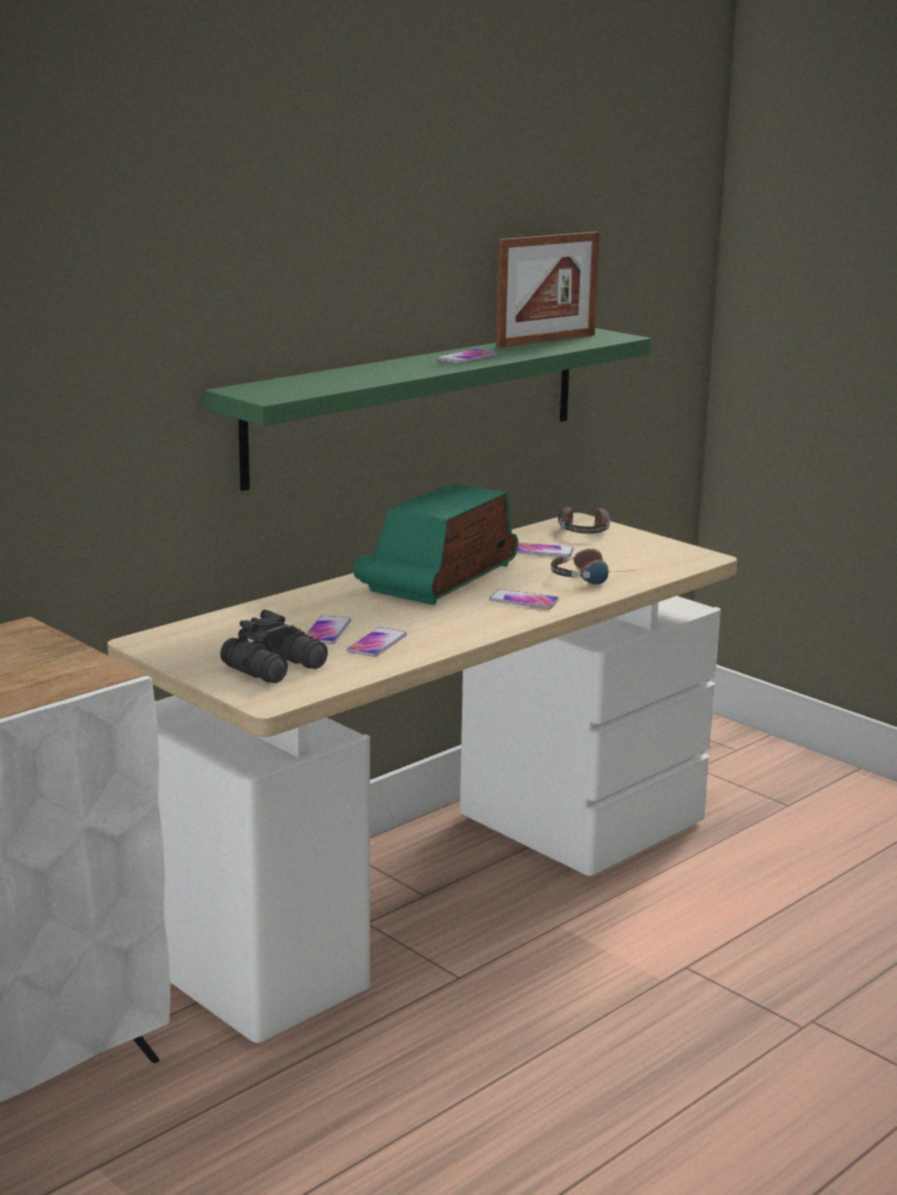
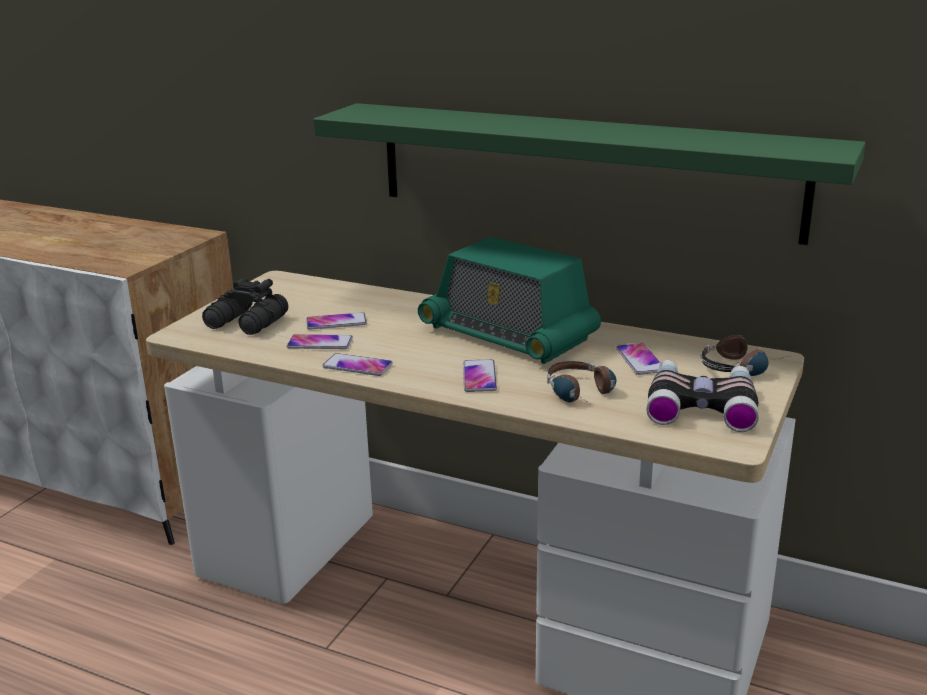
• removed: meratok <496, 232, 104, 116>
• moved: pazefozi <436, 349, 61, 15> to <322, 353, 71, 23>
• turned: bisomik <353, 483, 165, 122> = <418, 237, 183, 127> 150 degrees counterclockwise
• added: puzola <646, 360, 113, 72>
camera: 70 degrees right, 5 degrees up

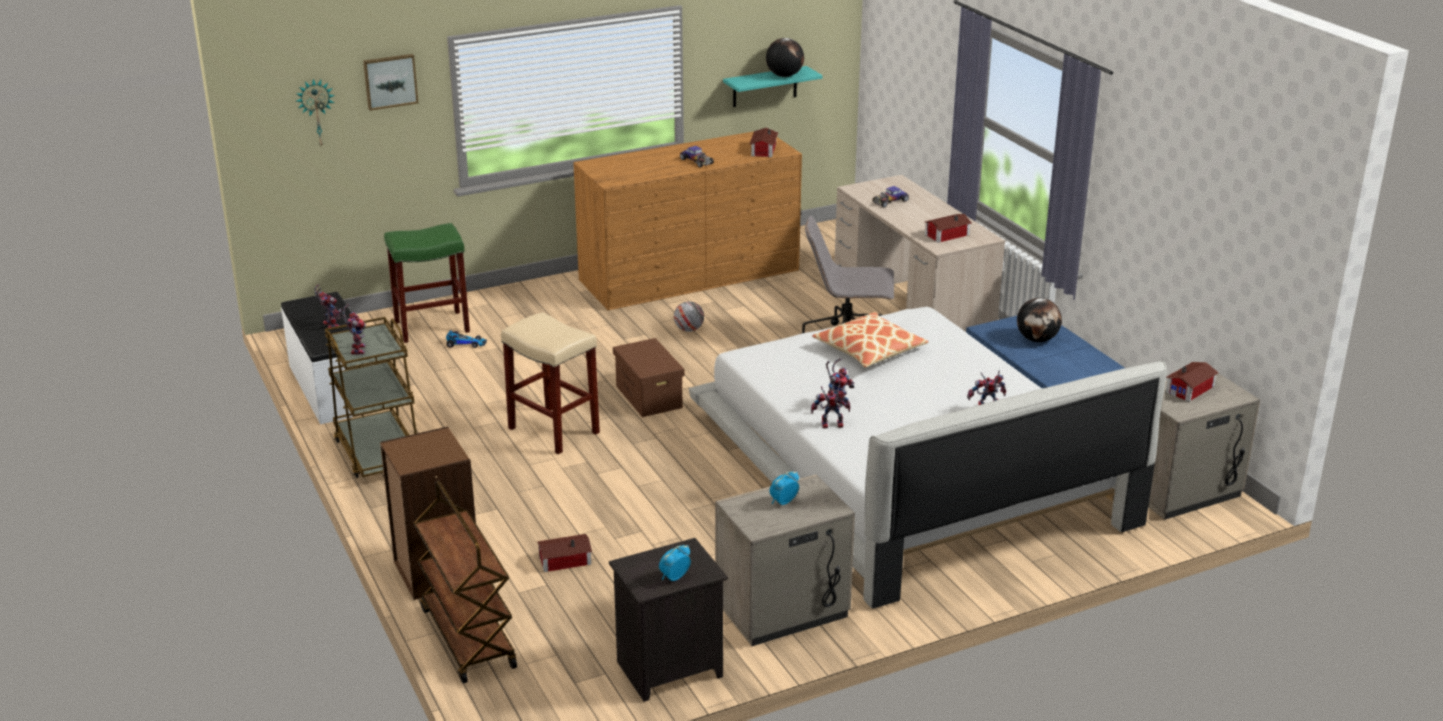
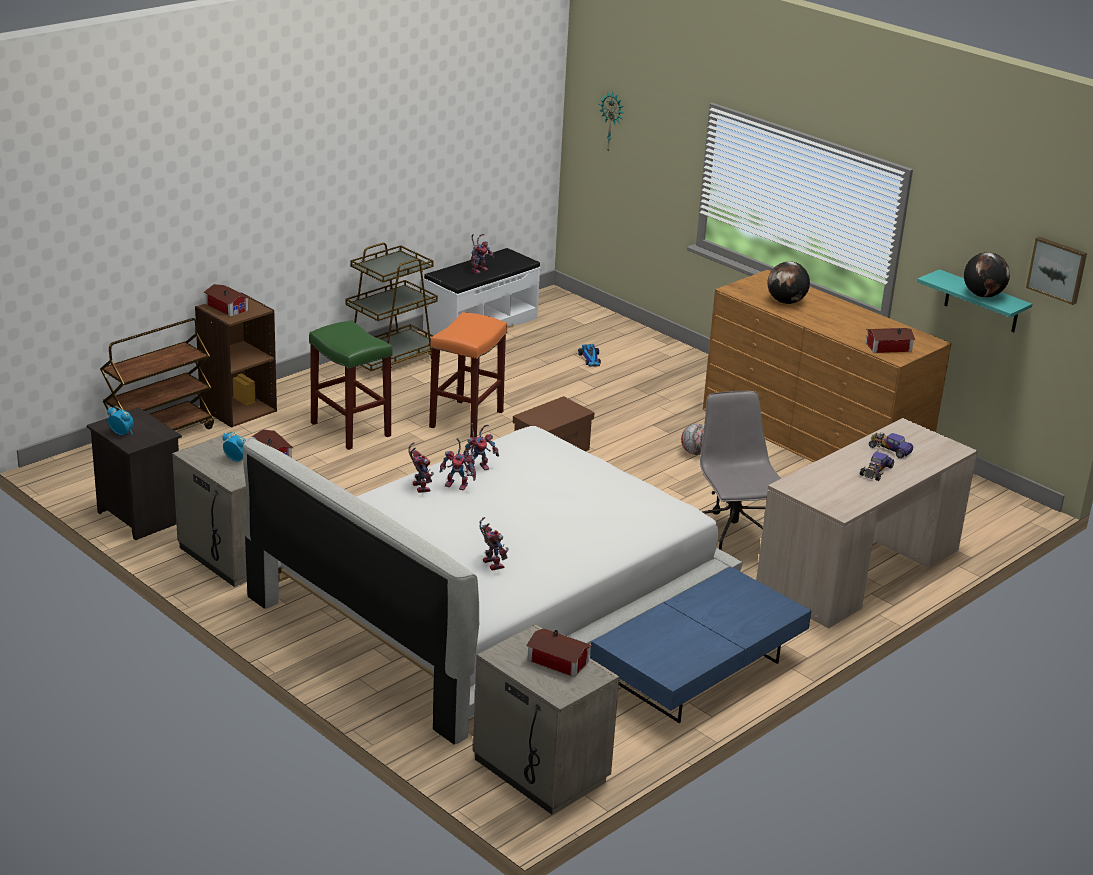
• moved: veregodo <363, 54, 55, 57> to <1026, 237, 61, 68>
• moved: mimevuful <680, 146, 34, 21> to <860, 452, 34, 29>
• moved: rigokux <925, 214, 47, 29> to <204, 284, 46, 33>
• moved: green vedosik <384, 223, 86, 120> to <309, 321, 84, 129>
• moved: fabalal <1017, 298, 45, 44> to <767, 261, 43, 43>
• moved: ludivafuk <340, 304, 26, 51> to <463, 423, 36, 49>
• recoloured: beige vedosik <501, 312, 99, 142> to orange vedosik <429, 312, 78, 126>
• removed: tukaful <812, 312, 117, 56>
camera: 70 degrees right, 0 degrees up

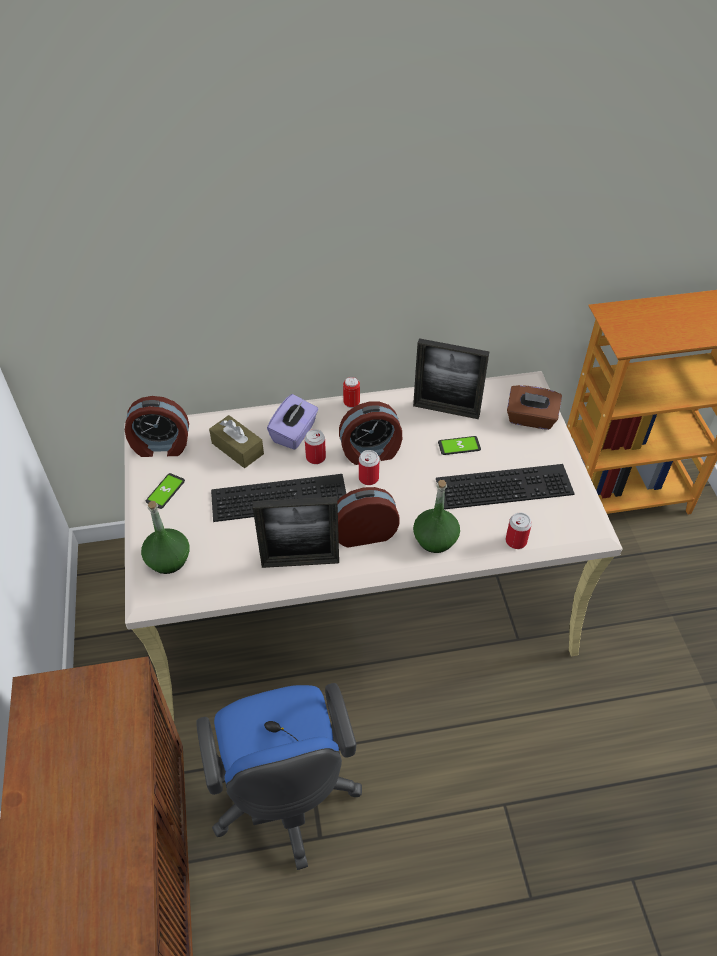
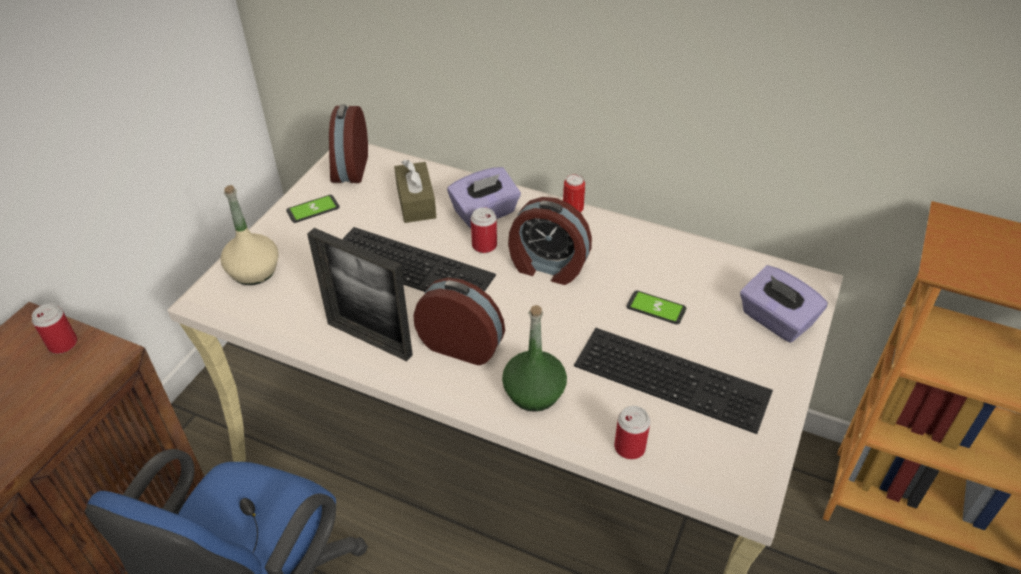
• removed: meratok <413, 338, 77, 81>
• recoloured: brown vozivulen <507, 385, 55, 45> to purple vozivulen <740, 265, 88, 78>
• turned: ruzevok <125, 396, 64, 61> = <329, 105, 39, 78> 60 degrees clockwise
• moved: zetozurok <359, 450, 21, 35> to <32, 304, 45, 50>
• recoloured: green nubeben <141, 501, 49, 73> to beige nubeben <221, 185, 58, 100>
camera: 35 degrees right, 5 degrees down

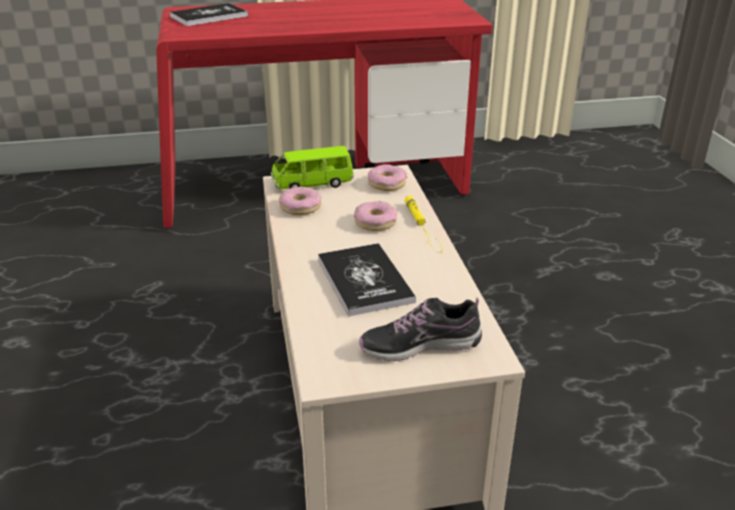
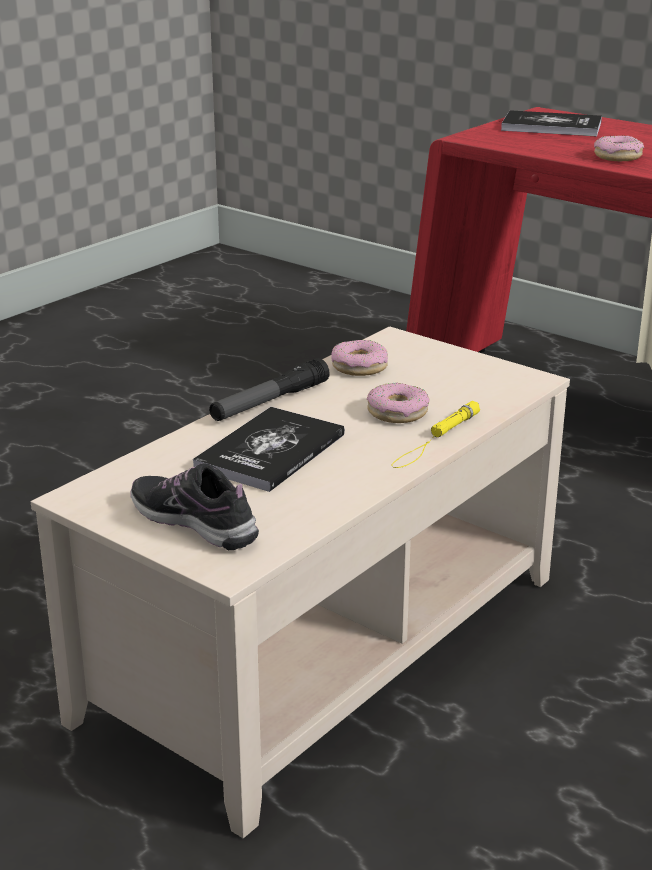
• removed: green mimevuful <271, 146, 83, 43>
• moved: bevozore <368, 164, 39, 27> to <594, 135, 50, 26>
• added: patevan <209, 358, 121, 63>
camera: 50 degrees right, 5 degrees down

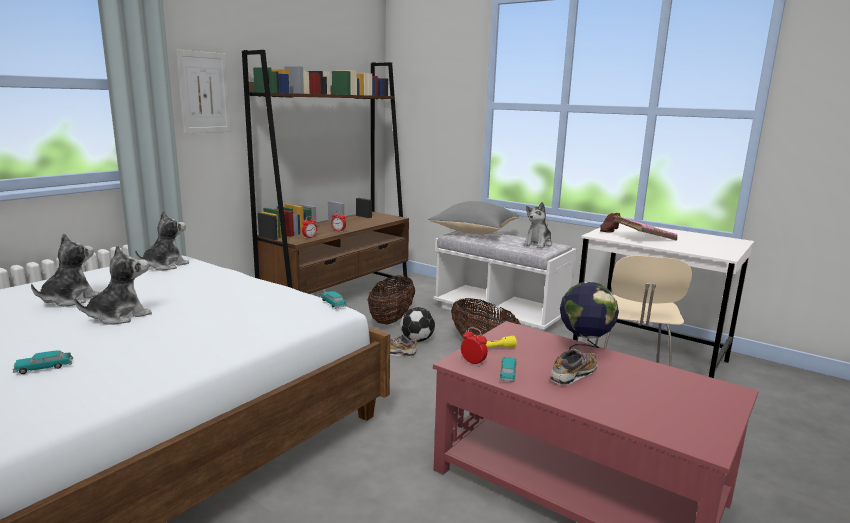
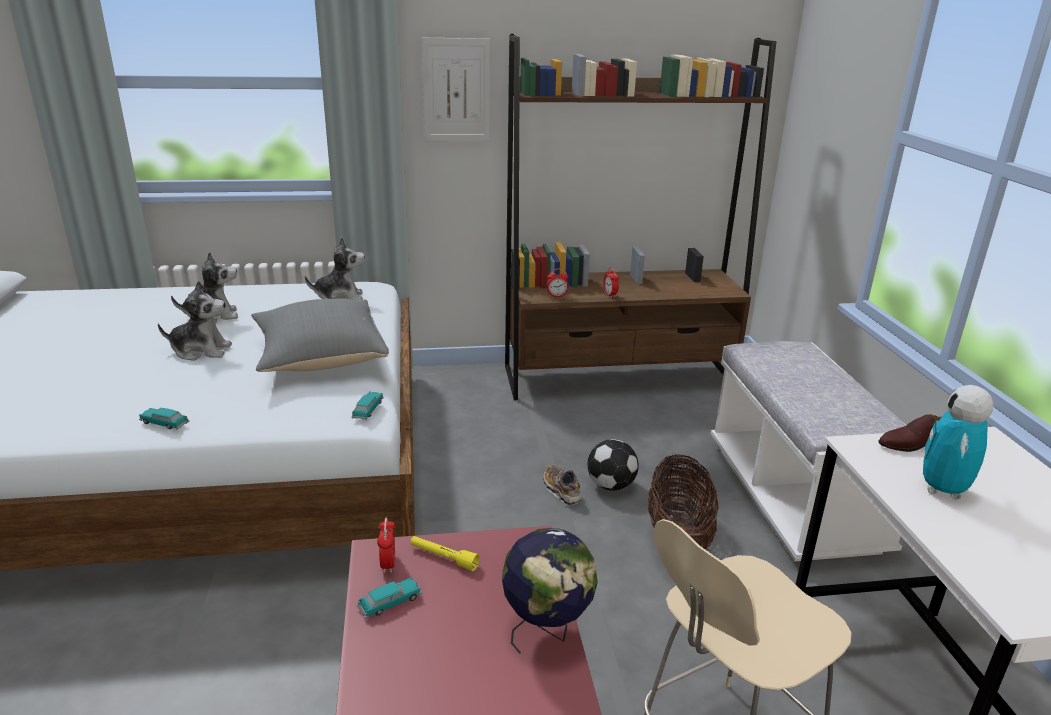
• moved: grey tukaful <428, 201, 92, 33> to <251, 299, 138, 73>
• removed: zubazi <523, 202, 29, 46>
• replaced: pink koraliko <614, 215, 63, 26> to ludivafuk <923, 385, 70, 115>
• removed: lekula <368, 276, 47, 48>
• removed: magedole <550, 349, 48, 36>
• moved: mimevuful <12, 350, 62, 24> to <139, 408, 51, 22>
camera: 45 degrees right, 10 degrees up

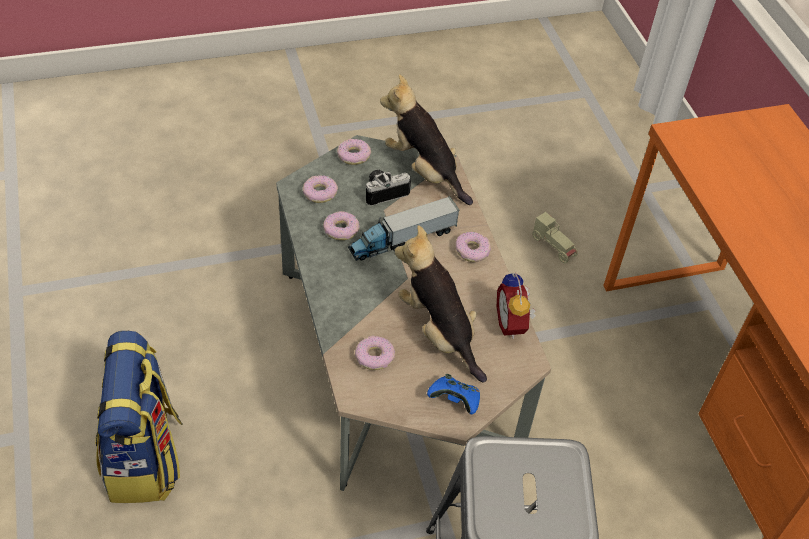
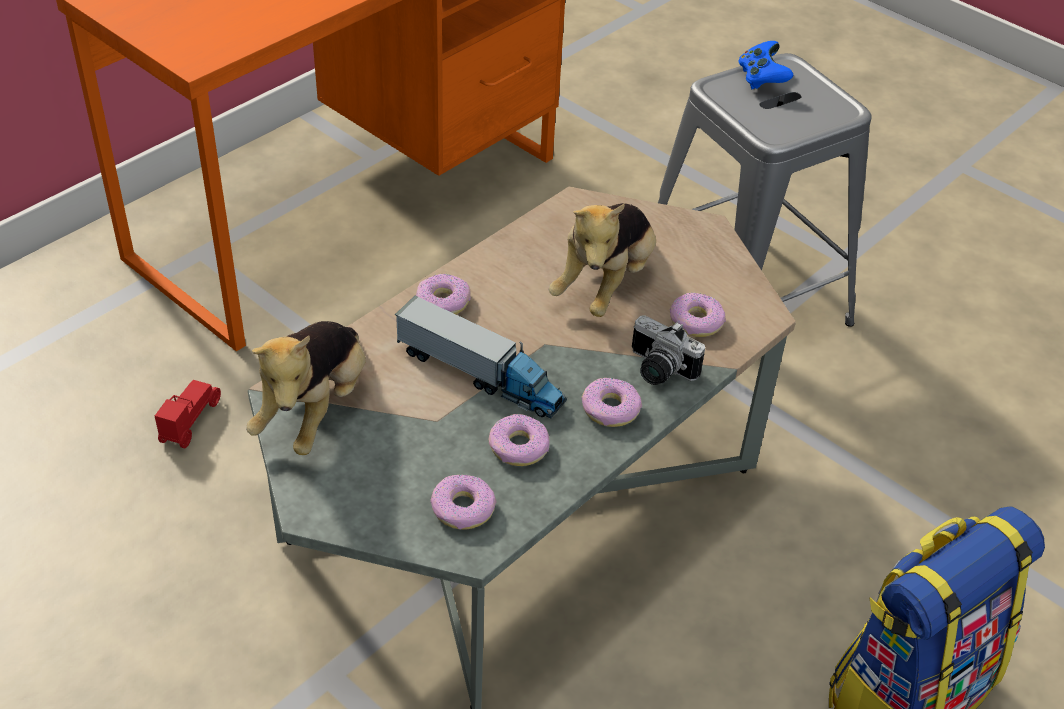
• moved: bevozore <337, 139, 34, 26> to <582, 378, 60, 49>
• moved: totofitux <366, 169, 45, 37> to <632, 315, 73, 70>
• recoloured: beige mimevuful <532, 212, 46, 51> to red mimevuful <155, 380, 66, 68>
• removed: ruzevok <497, 272, 39, 67>
• moved: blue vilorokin <427, 374, 53, 40> to <739, 41, 54, 48>
camera: 120 degrees left, 5 degrees down

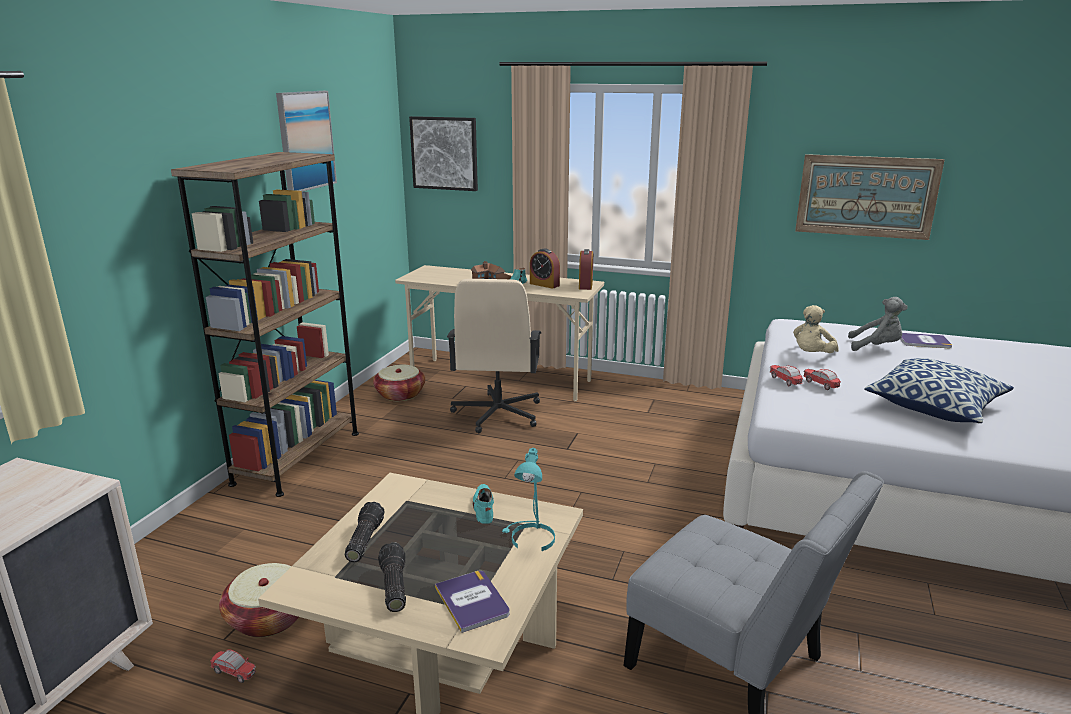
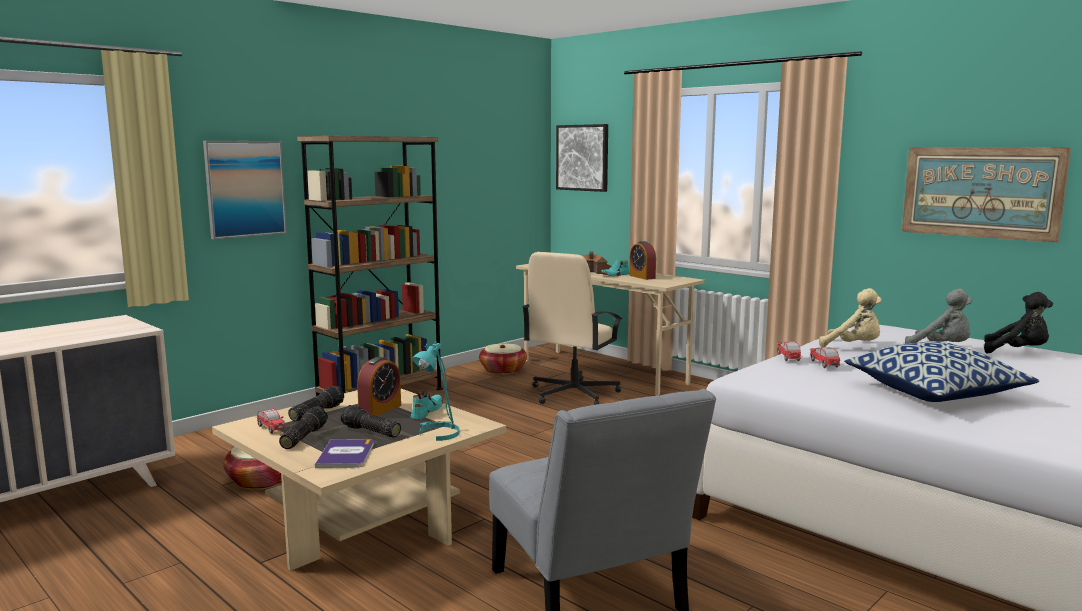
• moved: veregodo <276, 91, 61, 100> to <203, 141, 84, 98>
• moved: ruzevok <579, 249, 14, 41> to <357, 357, 44, 59>
• turned: beige zubazi <793, 305, 46, 48> = <819, 288, 63, 60> 120 degrees counterclockwise
• replaced: koraliko <900, 333, 52, 15> to black zubazi <984, 292, 69, 61>
• moved: mimevuful <210, 649, 46, 34> to <257, 408, 28, 26>
• added: patevan <341, 405, 60, 33>
camera: 25 degrees right, 10 degrees down

